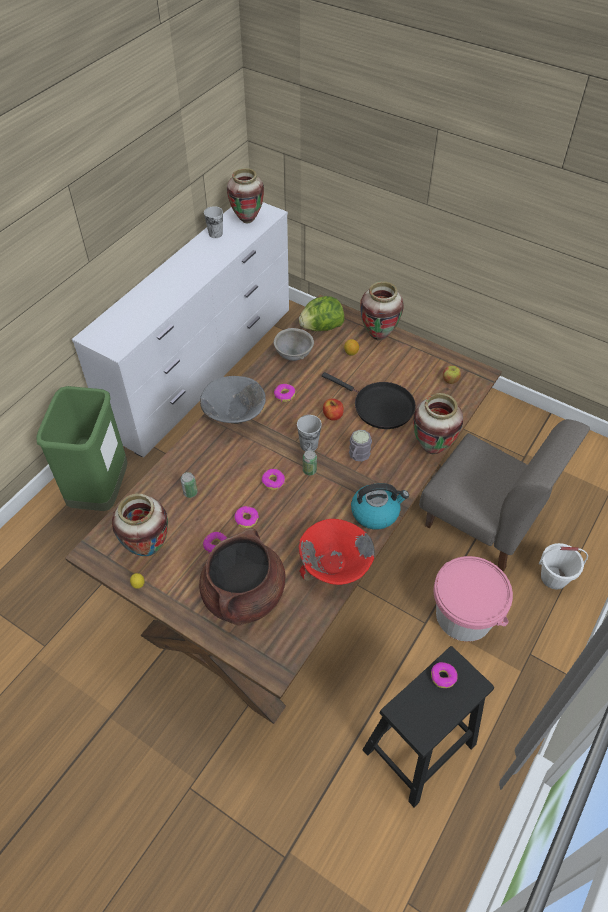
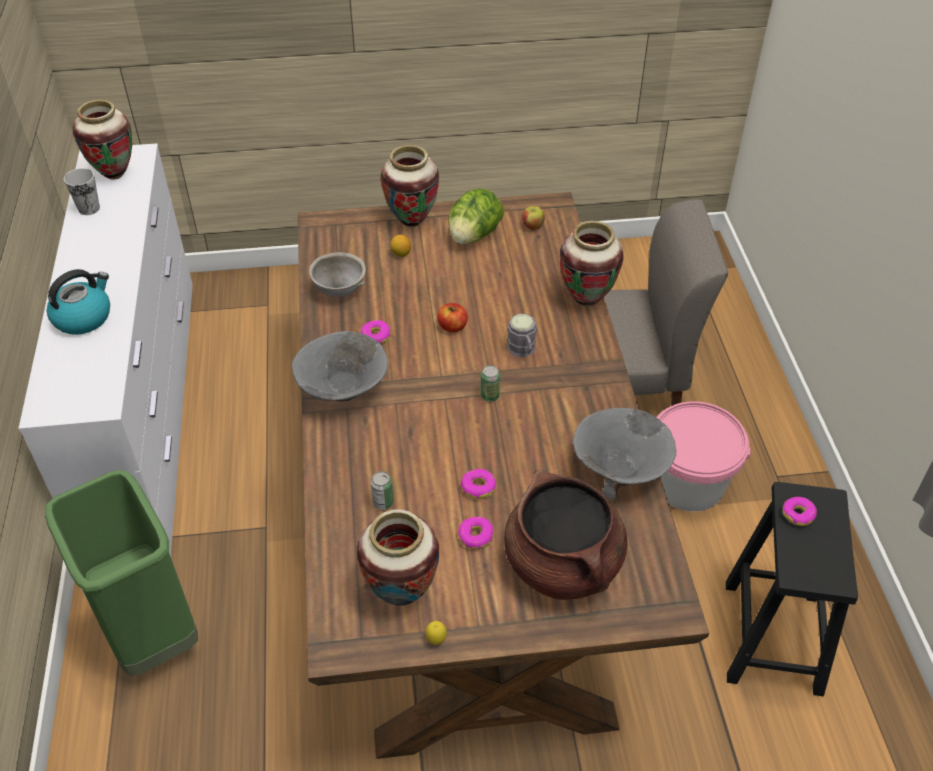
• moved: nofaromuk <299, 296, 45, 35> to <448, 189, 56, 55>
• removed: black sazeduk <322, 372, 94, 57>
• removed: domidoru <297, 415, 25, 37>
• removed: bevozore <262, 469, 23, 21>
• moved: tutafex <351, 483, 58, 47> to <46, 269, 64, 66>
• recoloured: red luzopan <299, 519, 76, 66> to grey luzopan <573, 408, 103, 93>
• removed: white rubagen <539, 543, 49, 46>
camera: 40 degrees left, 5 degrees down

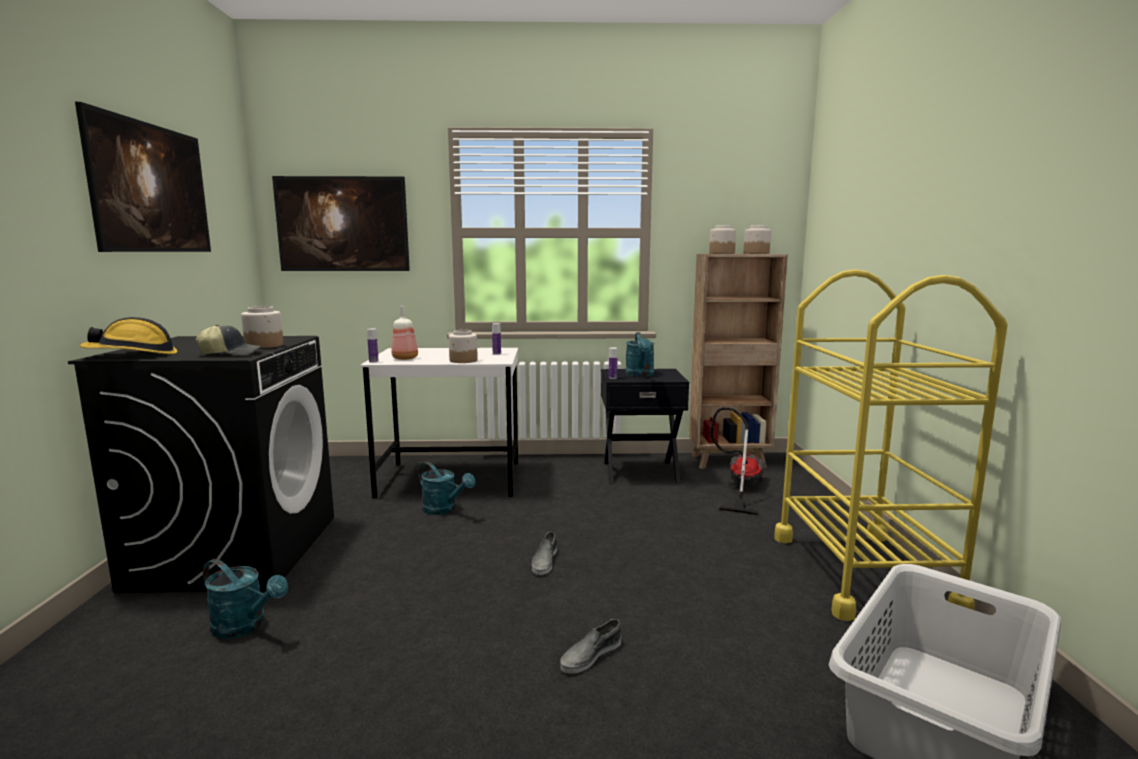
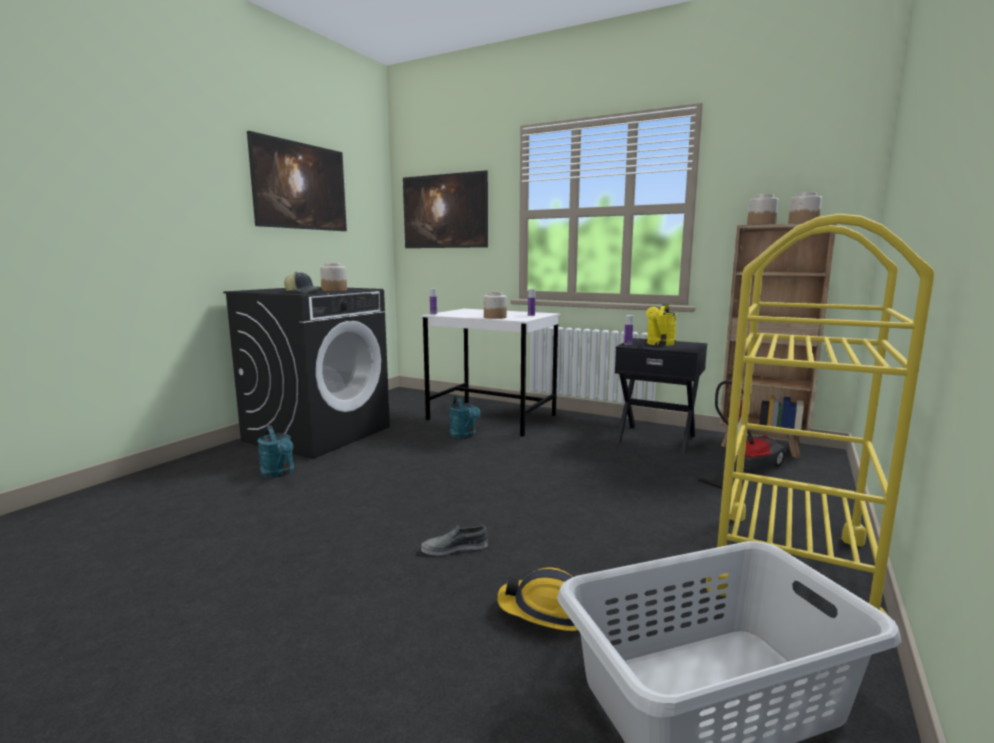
• removed: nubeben <392, 306, 26, 54>
• moved: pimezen <80, 317, 98, 37> to <497, 568, 81, 63>
• recoloured: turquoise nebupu <625, 332, 29, 45> to yellow nebupu <646, 304, 31, 42>
• removed: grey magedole <532, 532, 25, 43>
camera: 30 degrees right, 0 degrees up

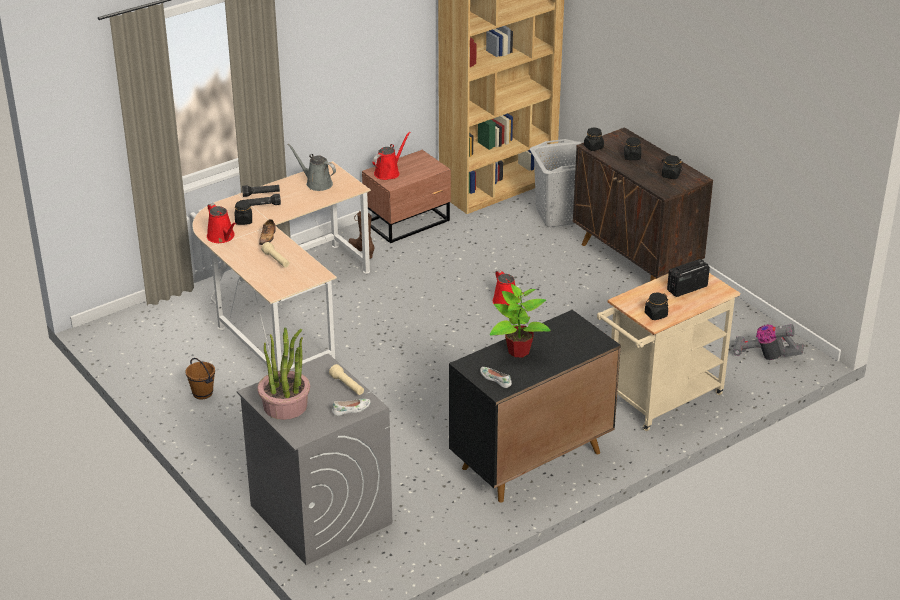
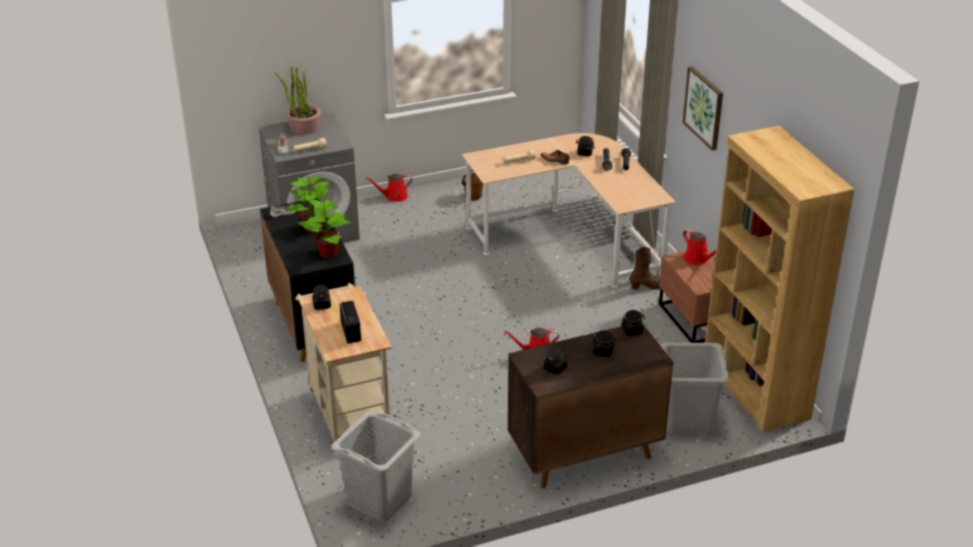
• removed: grey nebupu <288, 144, 48, 47>
• moved: red nebupu <207, 203, 29, 40> to <365, 174, 47, 28>
• replaced: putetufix <733, 324, 71, 36> to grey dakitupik <331, 412, 89, 109>
• added: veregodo <682, 66, 41, 85>
• added: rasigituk <298, 199, 53, 59>
camera: 105 degrees right, 0 degrees up

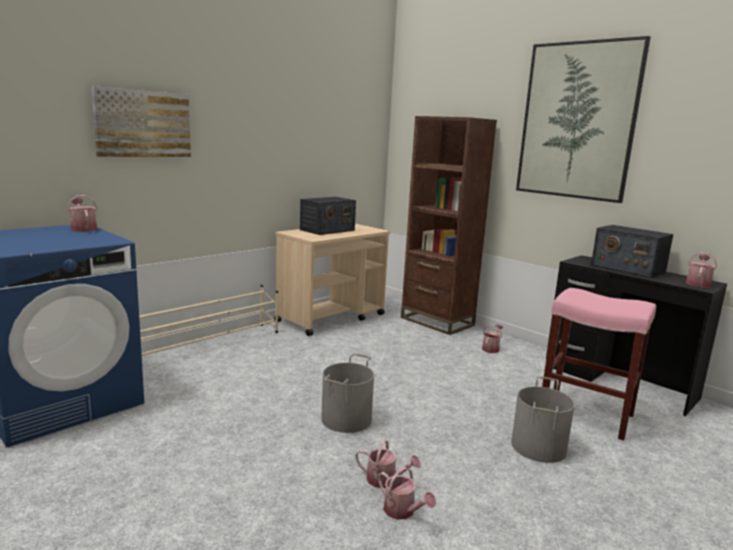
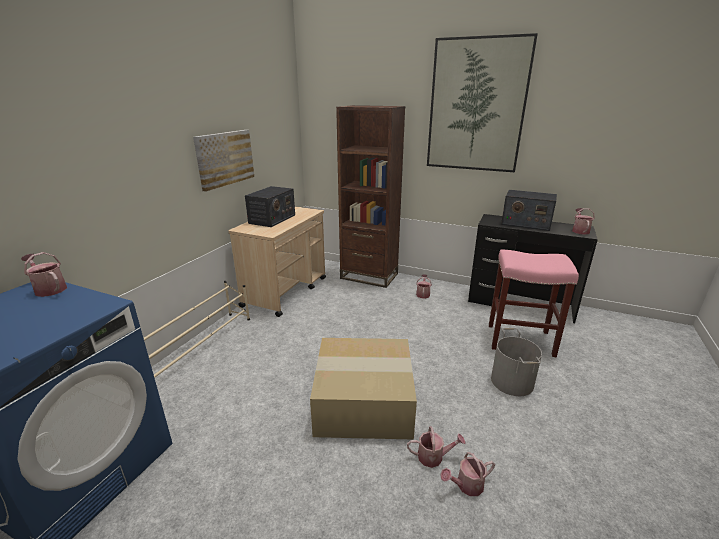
• moved: veregodo <91, 86, 100, 71> to <193, 130, 61, 62>
• replaced: grey rubagen <321, 353, 53, 80> to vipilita <310, 338, 107, 102>
• turned: nebupu <378, 467, 58, 53> = <440, 452, 55, 44> 135 degrees clockwise
camera: 20 degrees left, 10 degrees up

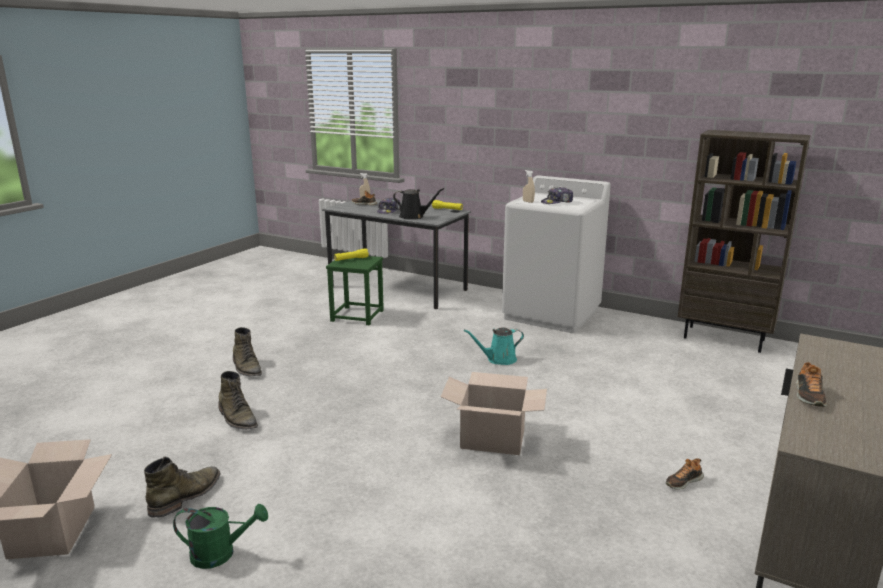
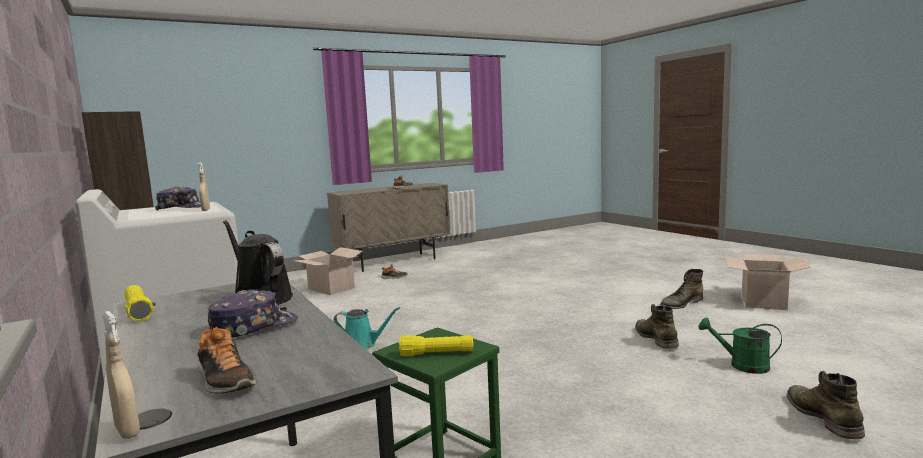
• moved: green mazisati <233, 327, 29, 50> to <787, 371, 78, 68>
• moved: vipilita <441, 372, 106, 83> to <294, 247, 68, 48>
• moved: green nebupu <173, 504, 95, 65> to <698, 318, 84, 56>
camera: 150 degrees left, 10 degrees down

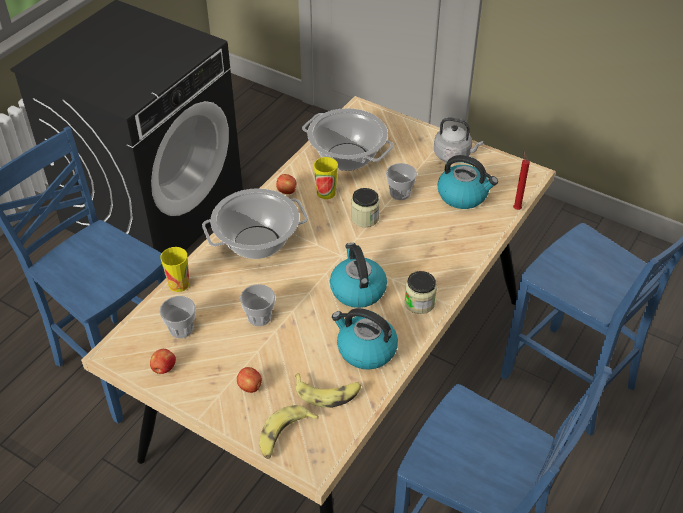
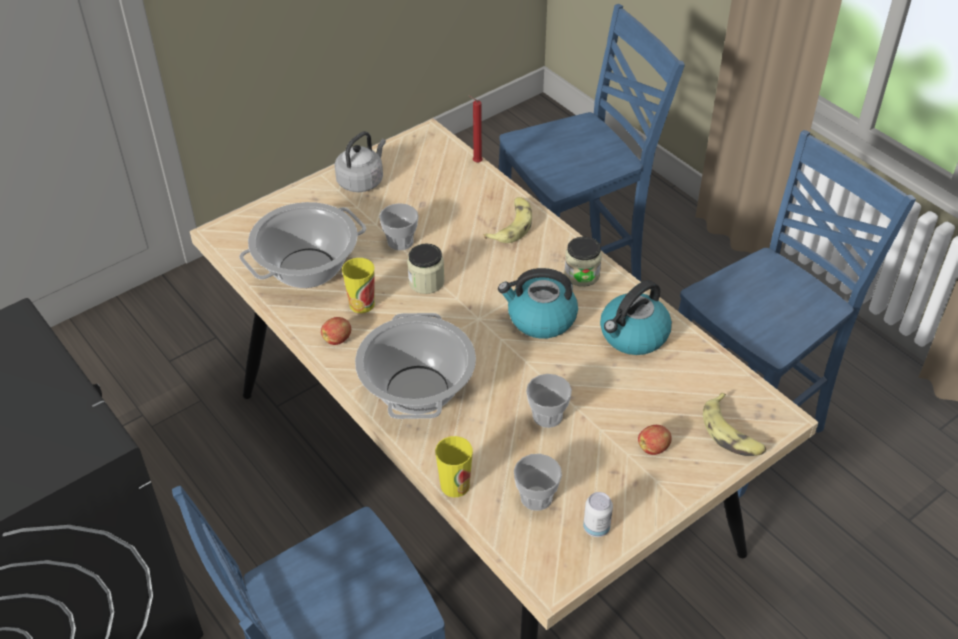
• removed: tutafex <438, 155, 60, 54>
• replaced: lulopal <150, 349, 26, 25> to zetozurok <583, 492, 30, 45>
• moved: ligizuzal <295, 373, 66, 35> to <484, 197, 48, 46>
camera: 70 degrees left, 0 degrees up

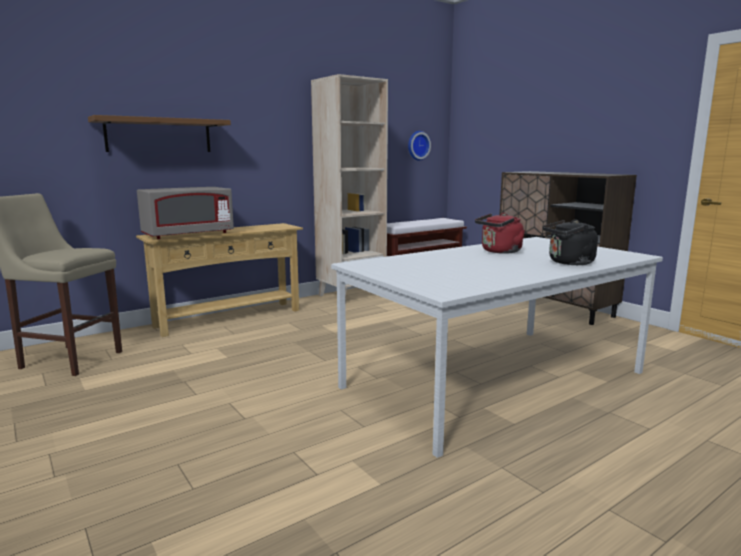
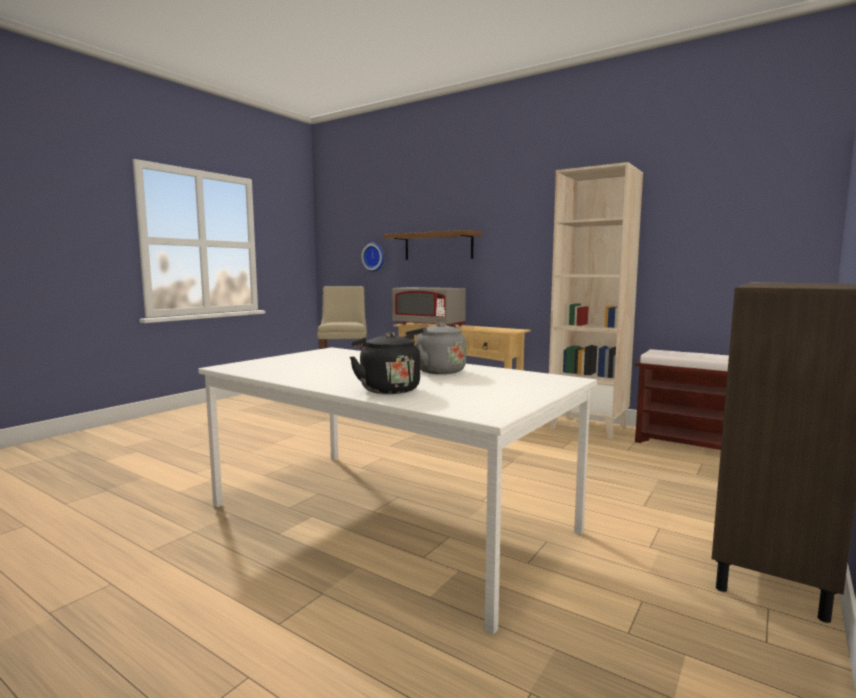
• moved: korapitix <408, 131, 23, 30> to <361, 242, 23, 30>
• recoloured: red tutafex <475, 213, 50, 41> to grey tutafex <406, 322, 60, 52>
camera: 70 degrees right, 5 degrees down

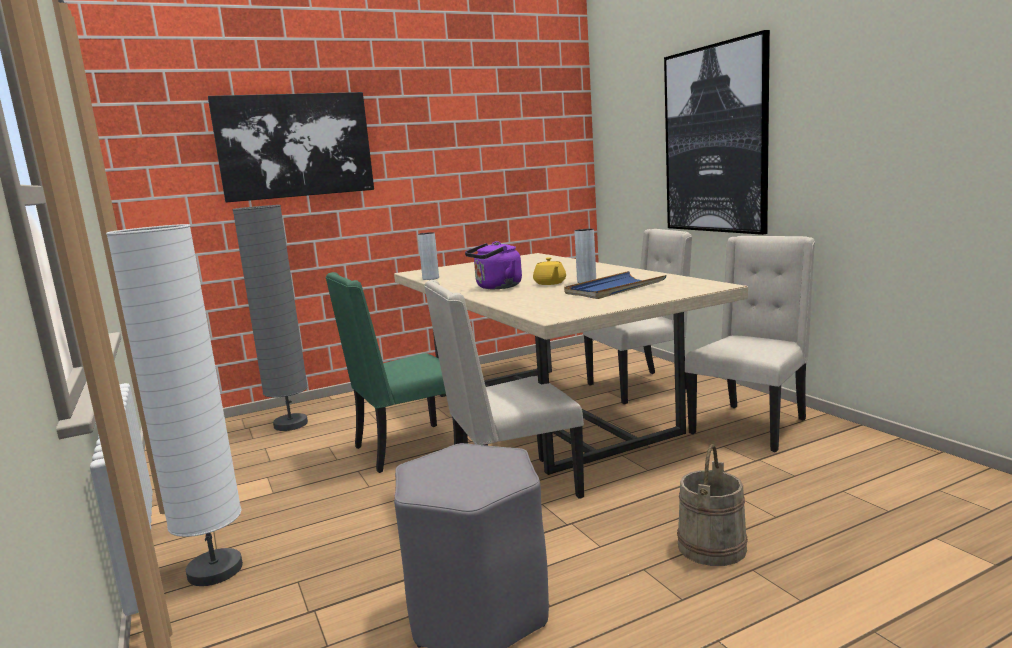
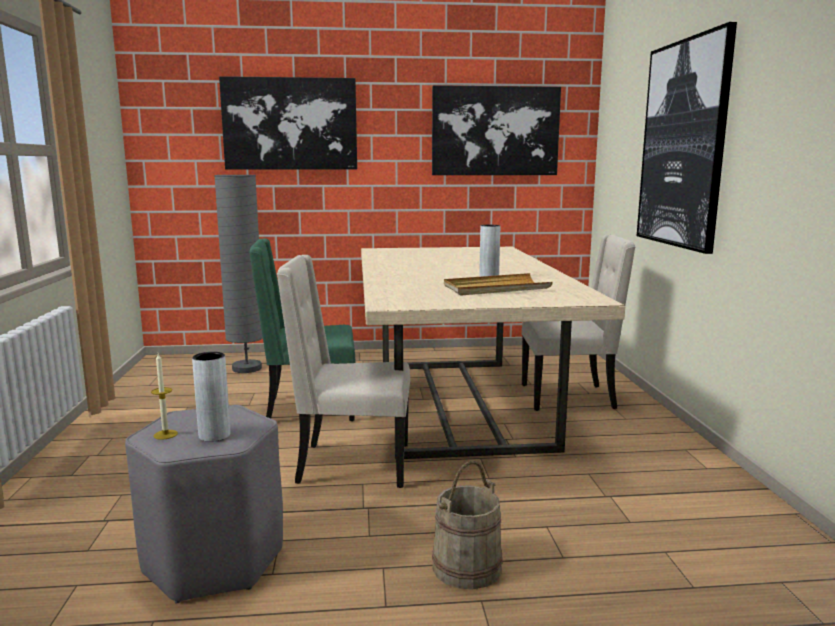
• removed: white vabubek <106, 224, 137, 362>
• moved: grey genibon <418, 232, 21, 48> to <192, 352, 38, 90>
• removed: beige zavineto <685, 236, 130, 216>
• removed: purple tutafex <465, 241, 57, 48>
• removed: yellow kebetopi <533, 257, 33, 28>
• recoloured: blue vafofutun <564, 271, 102, 28> to beige vafofutun <444, 273, 109, 23>
• added: veregodo <432, 85, 129, 90>
• added: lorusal <151, 354, 27, 86>
camera: 20 degrees right, 0 degrees up

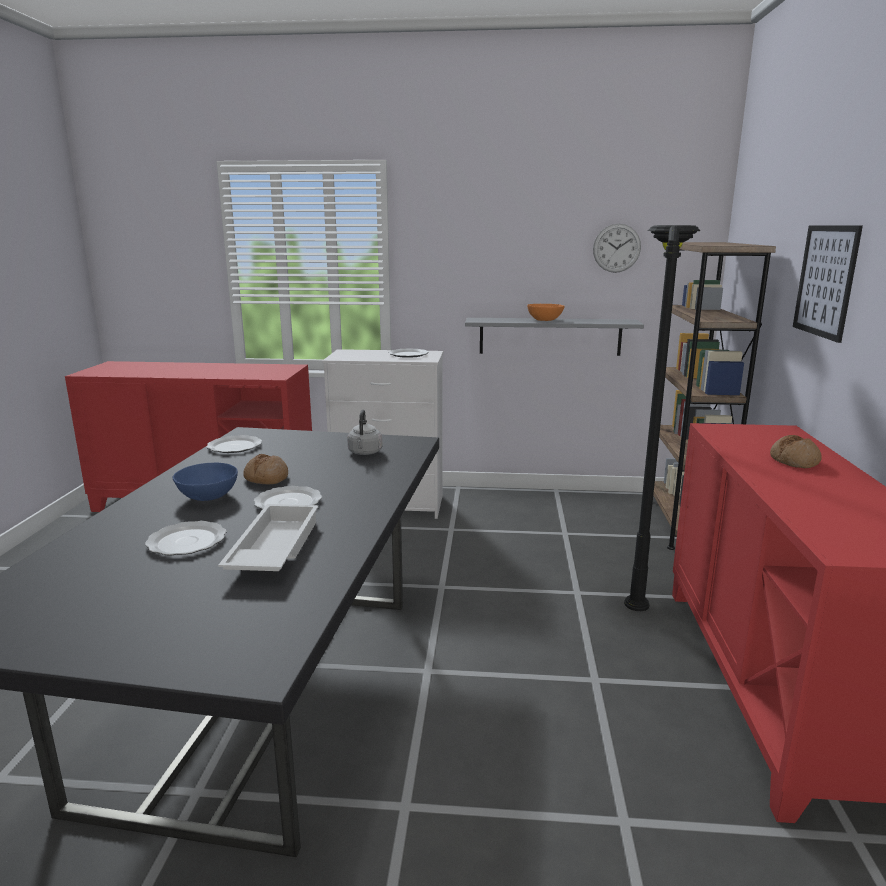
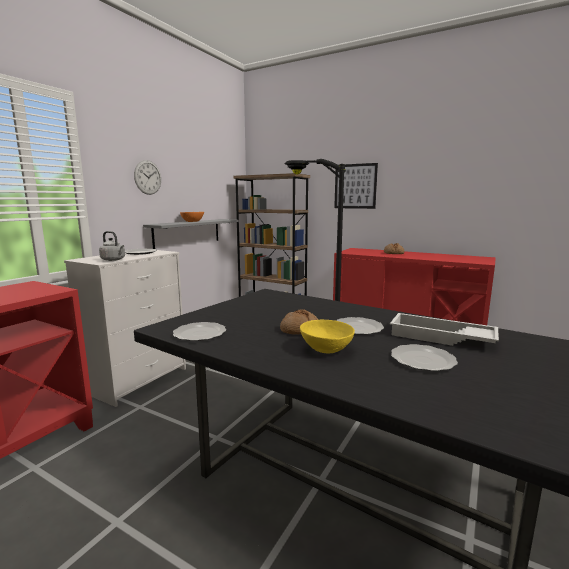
• moved: korapitix <593, 224, 48, 49> to <134, 160, 27, 35>
• moved: grey tutafex <347, 410, 35, 45> to <99, 231, 26, 30>
• recoloured: blue luzopan <173, 463, 65, 38> to yellow luzopan <300, 320, 55, 34>
camera: 65 degrees left, 5 degrees down

